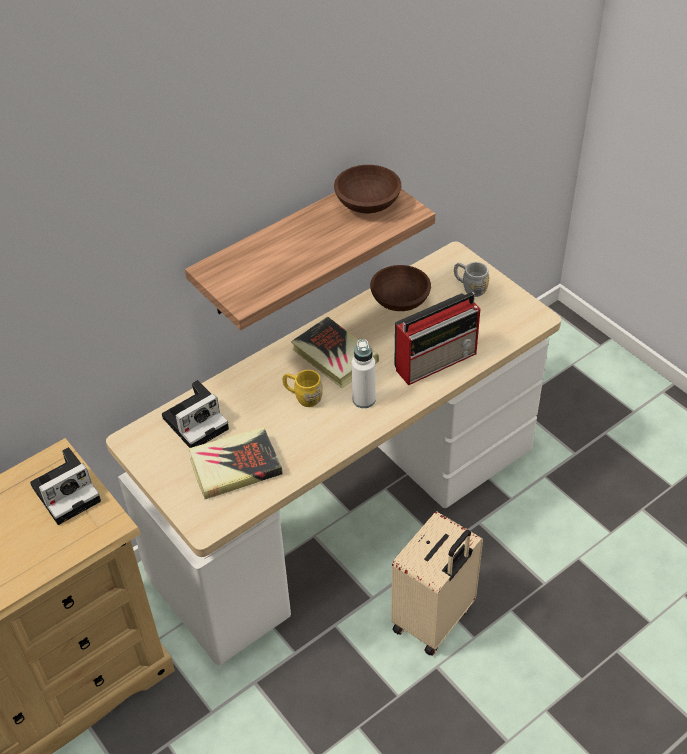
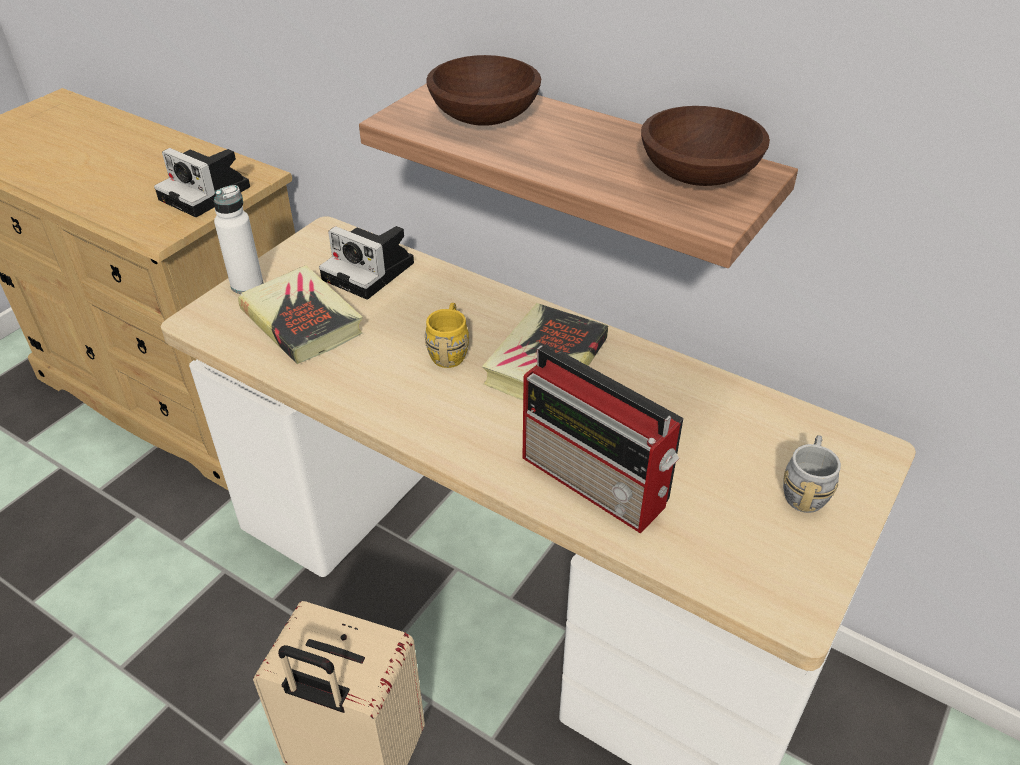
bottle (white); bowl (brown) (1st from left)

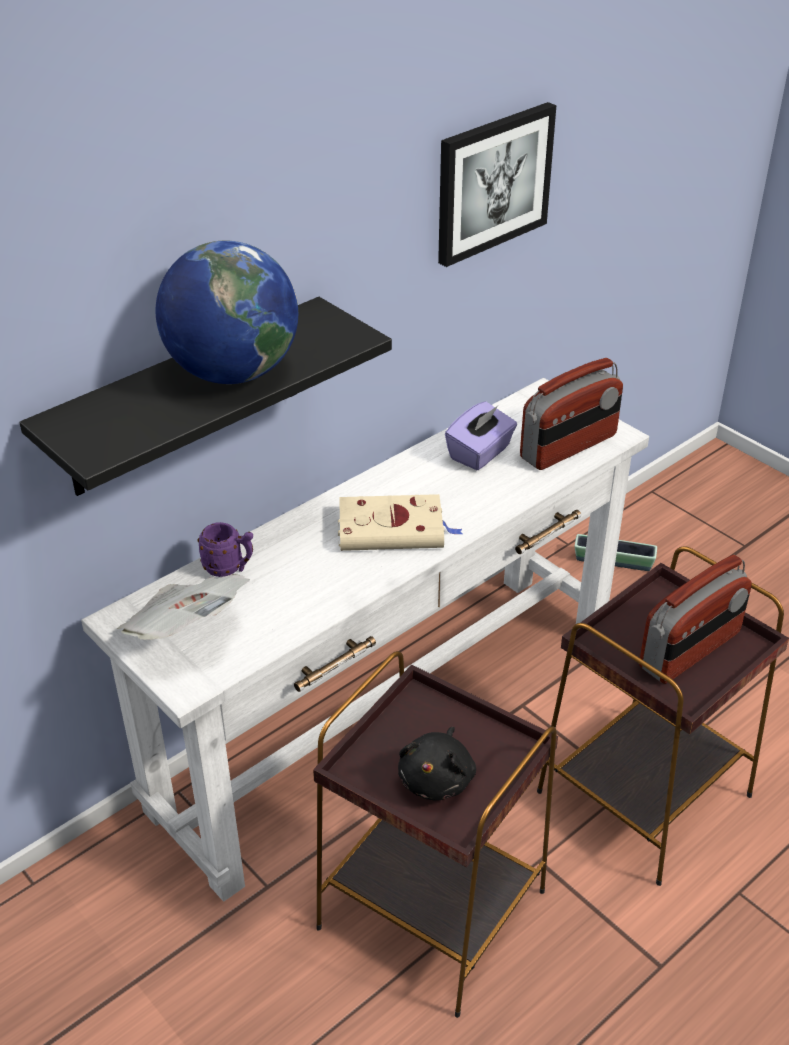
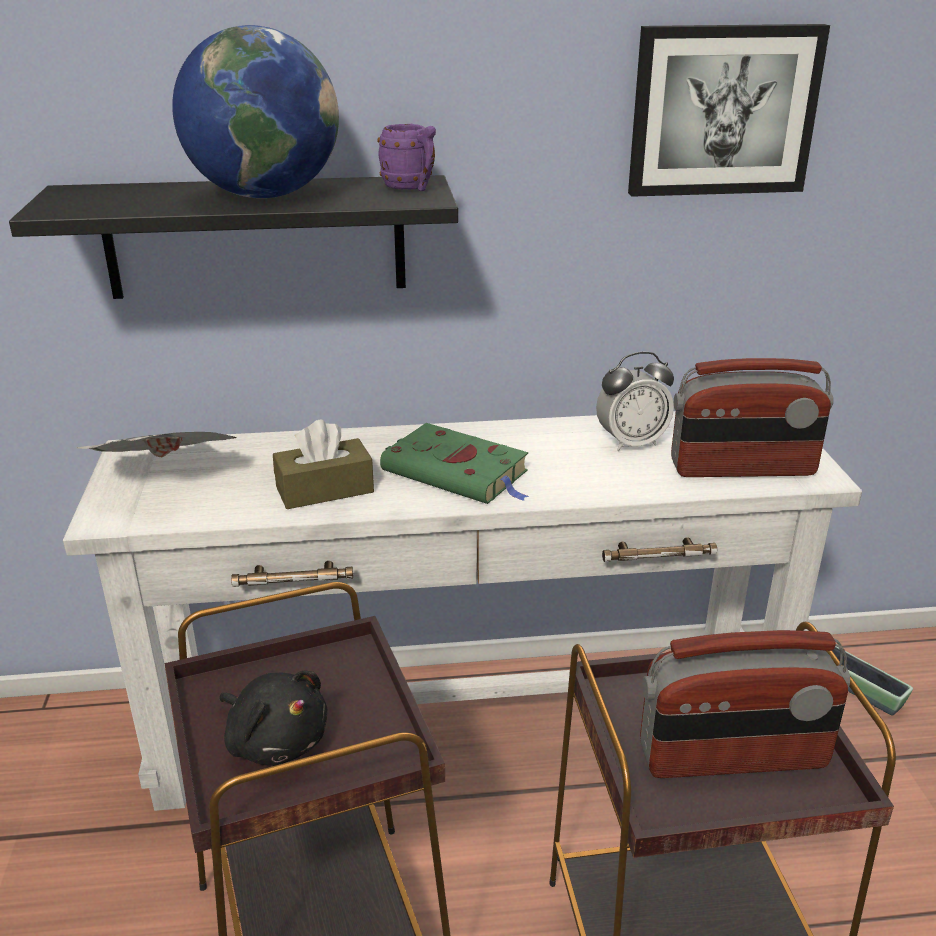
tissue box (brown); mug (purple); alarm clock; book (green); plush toy (black)

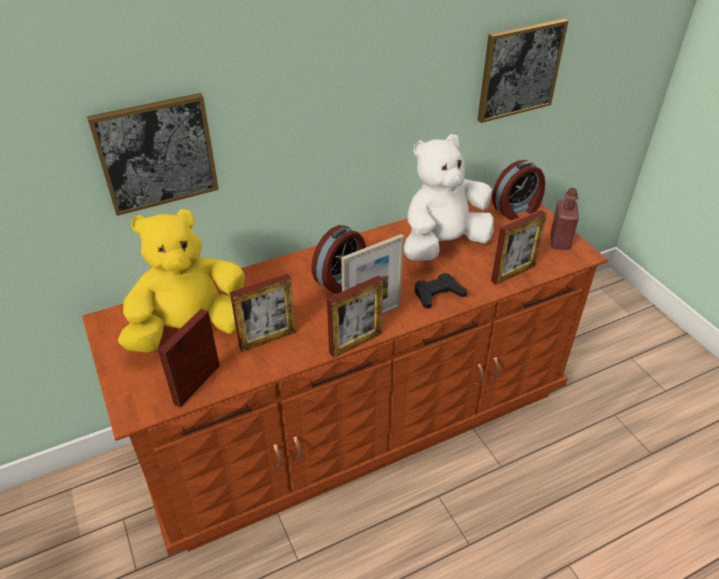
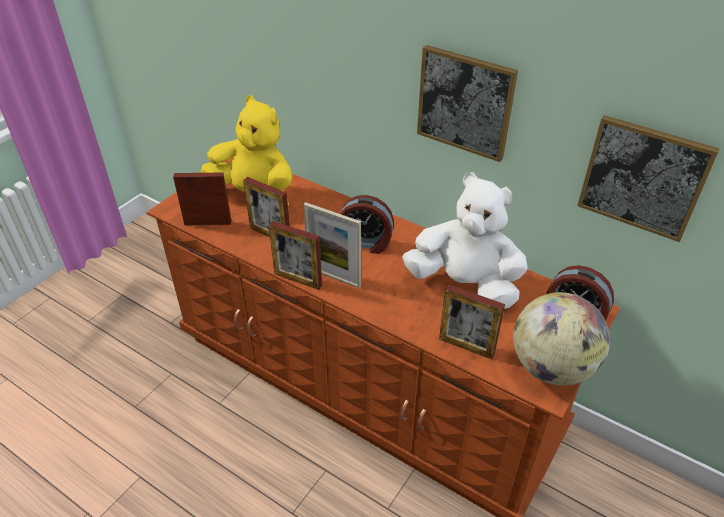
game controller (black); picture (1st from left); globe

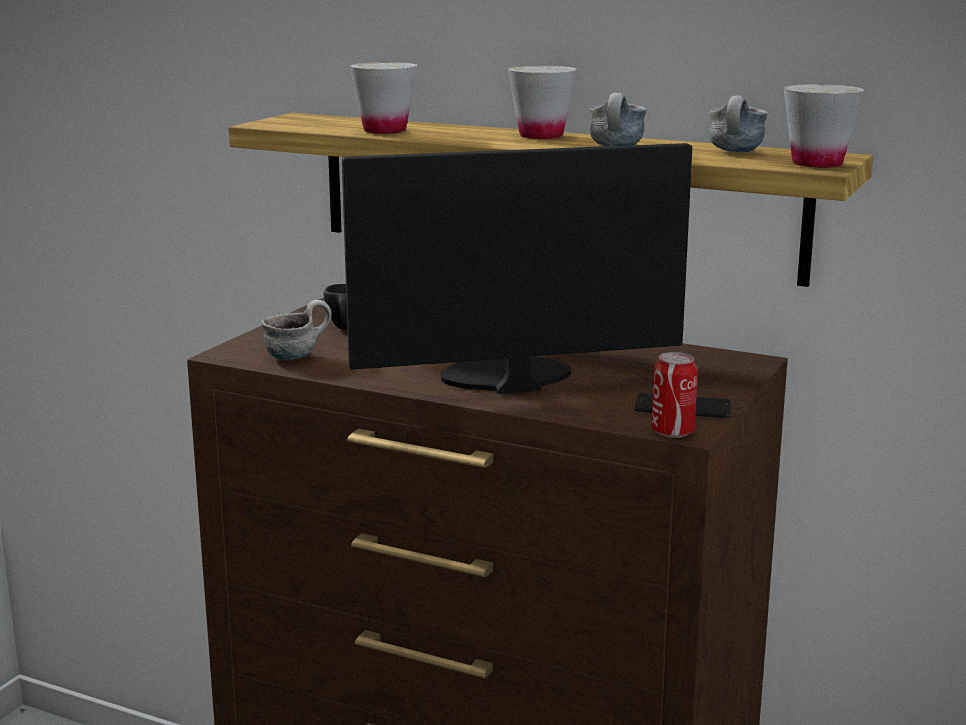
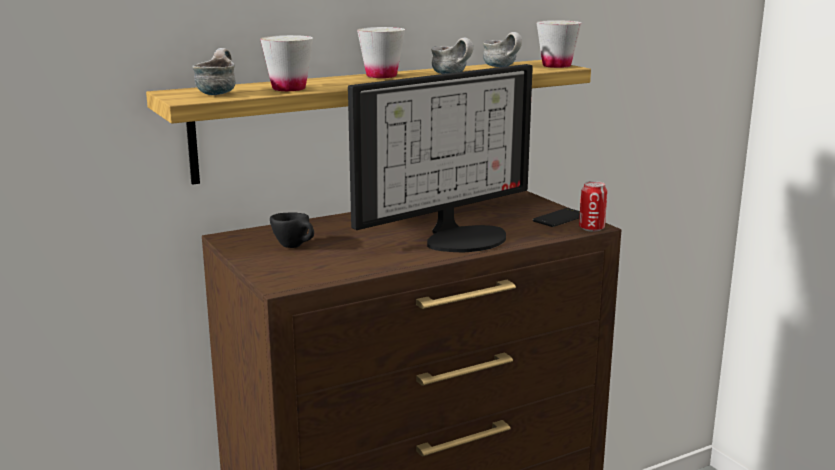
mug (1st from left); monitor

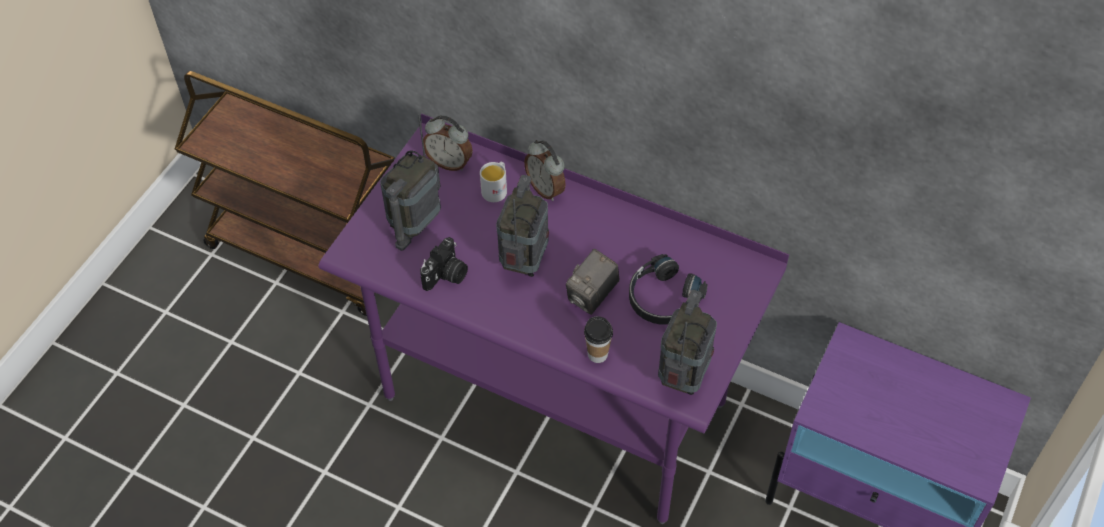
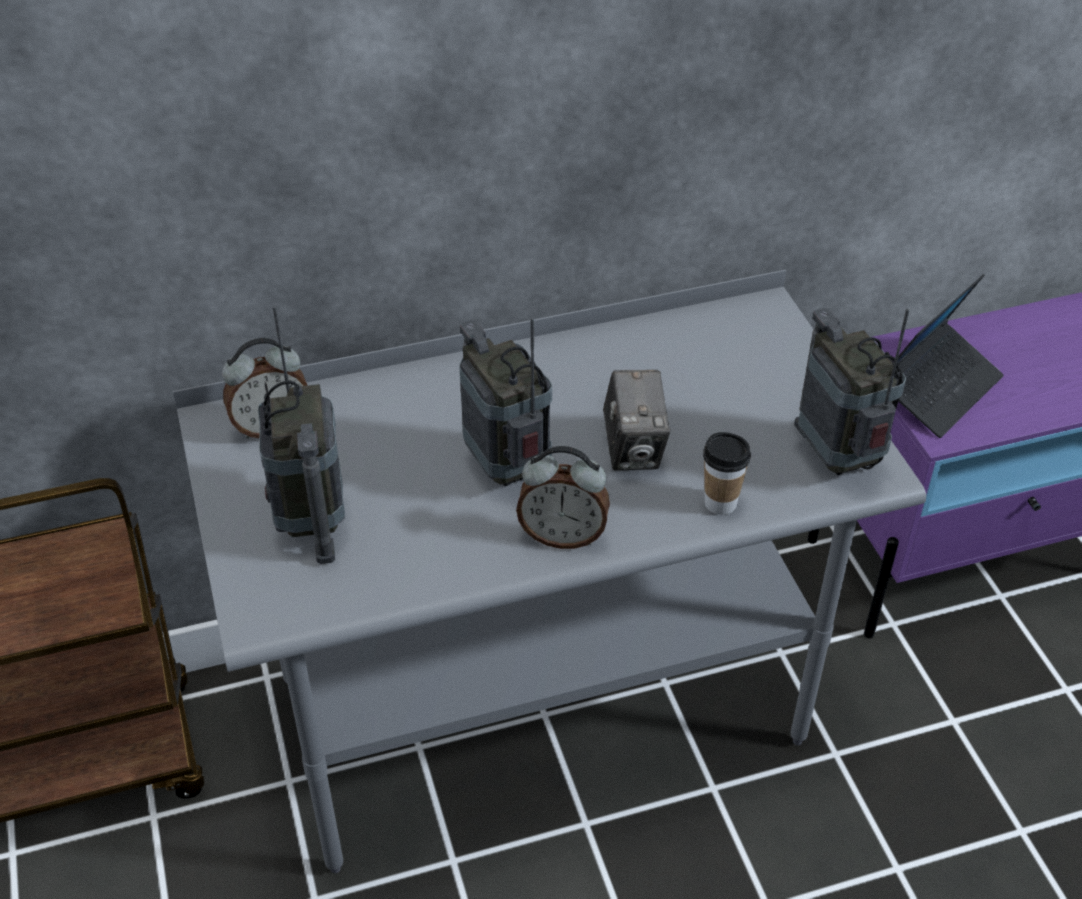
photo camera (1st from left in the first image); mug (white); headphones (black); laptop; alarm clock (2nd from left); desk (grey)

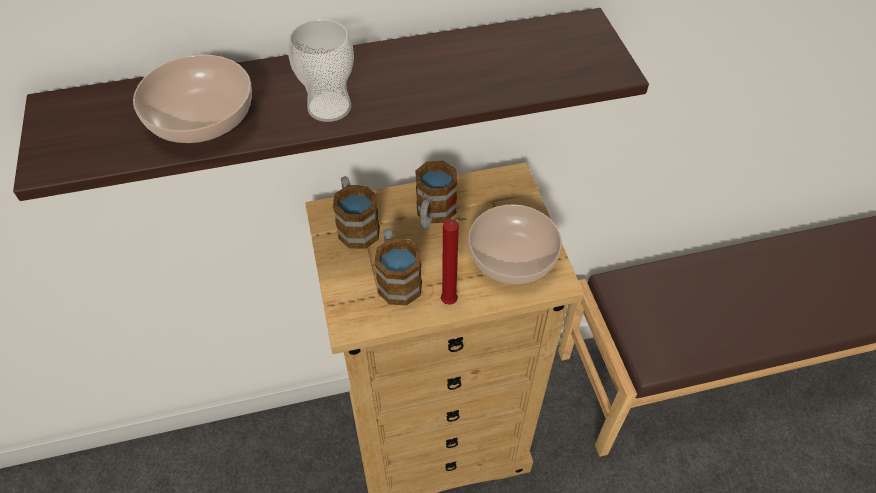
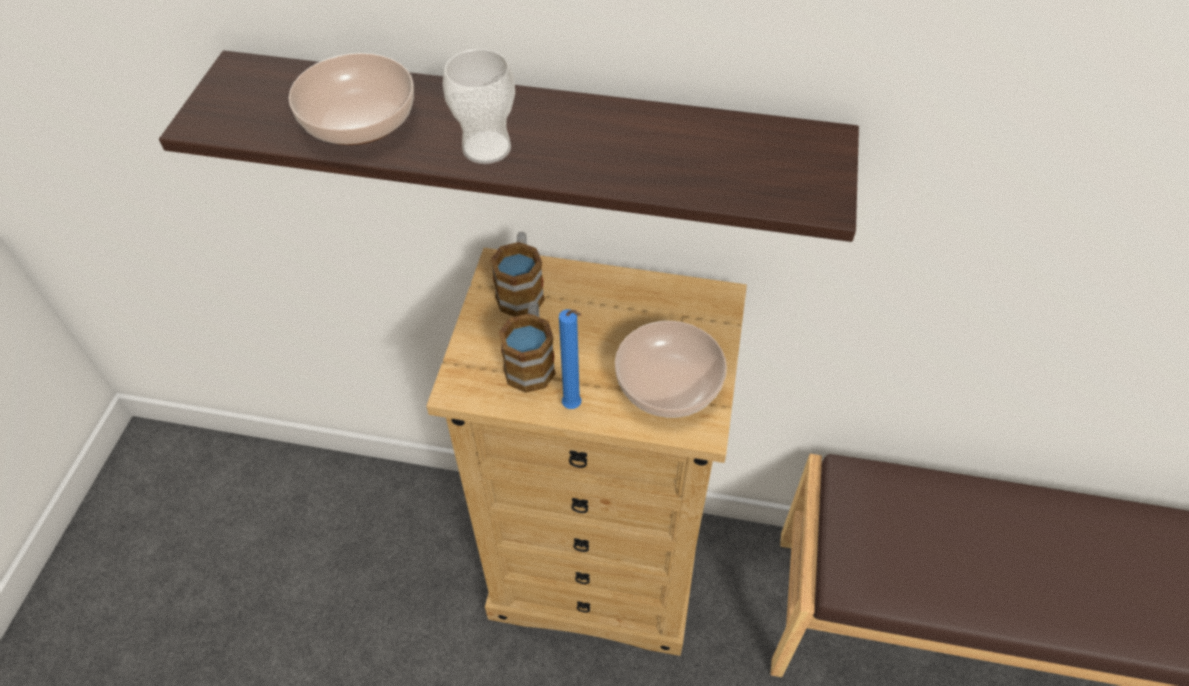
mug (3rd from left in the first image); candle (blue)

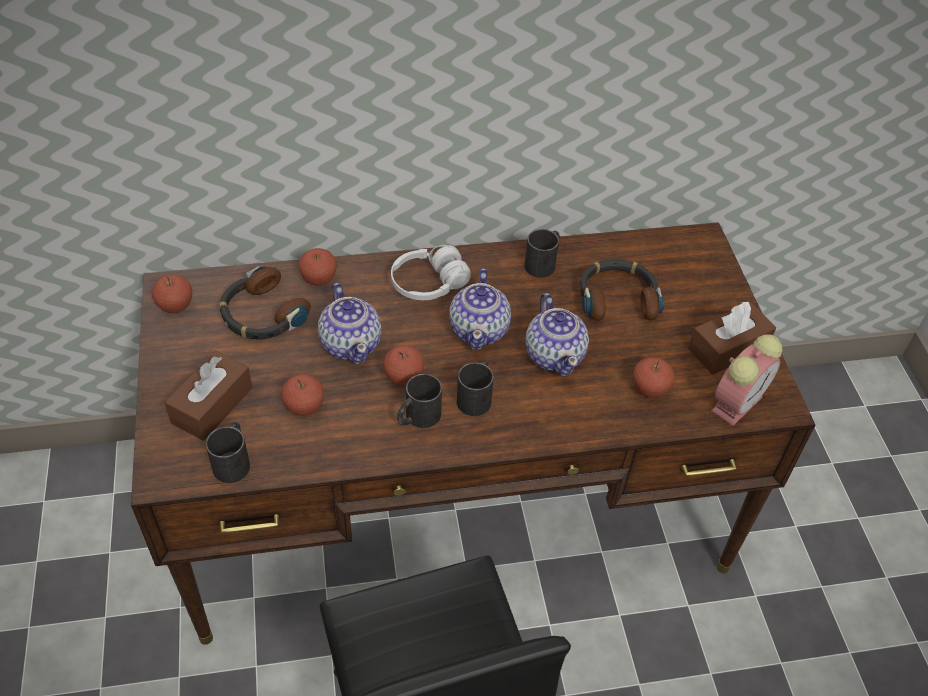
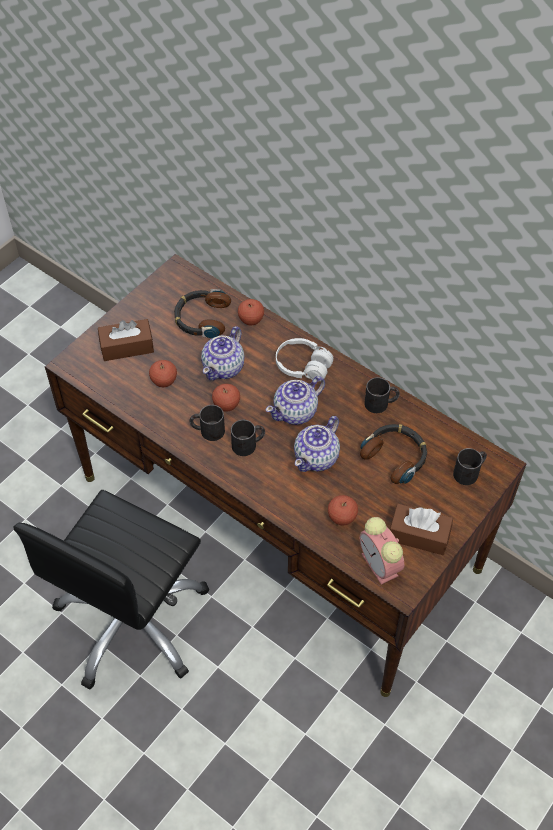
apple (1st from left in the first image); mug (black) (4th from left); alarm clock

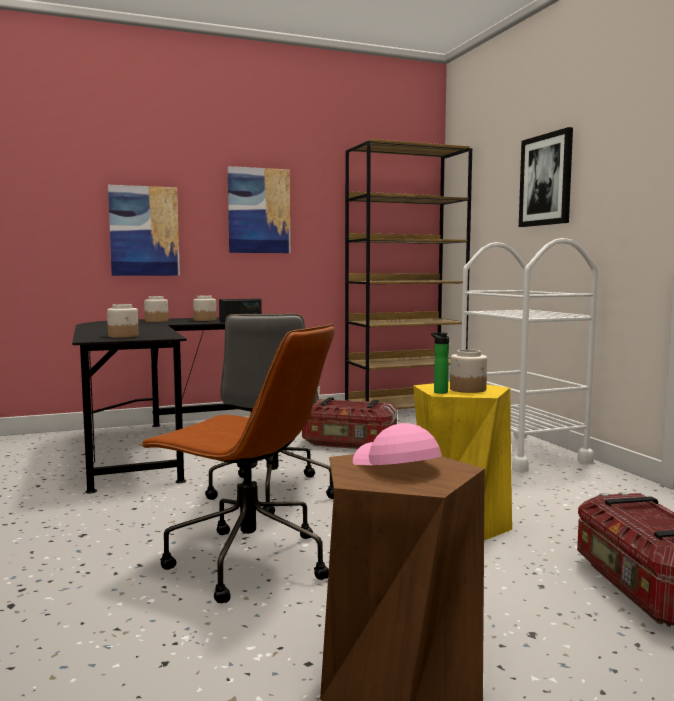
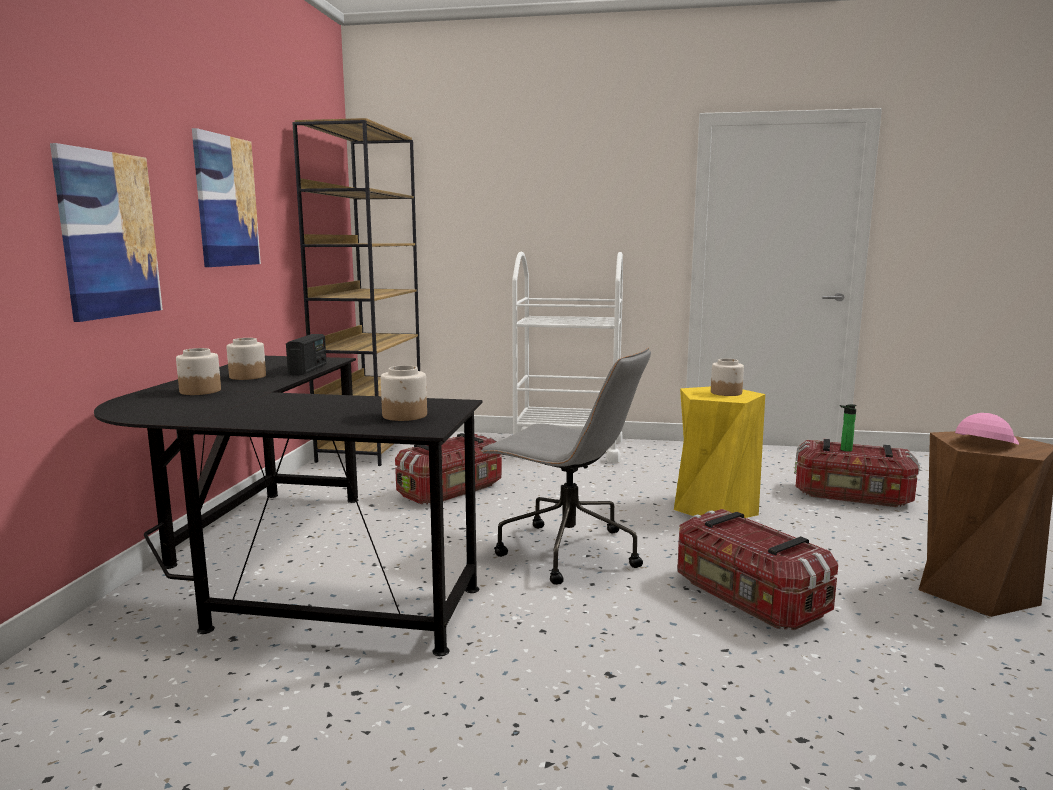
picture (3rd from left in the first image); bottle; storage box (2nd from left); cap (pink)

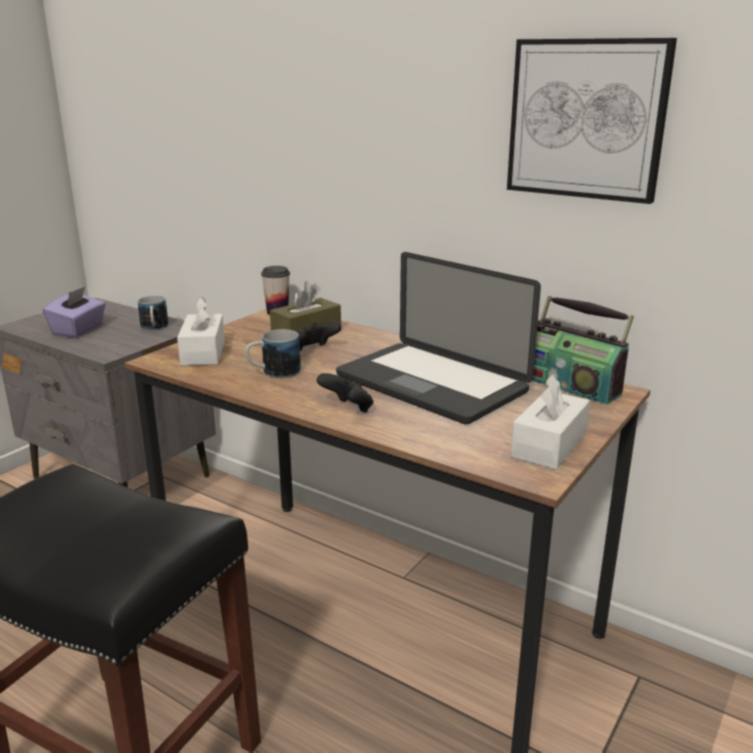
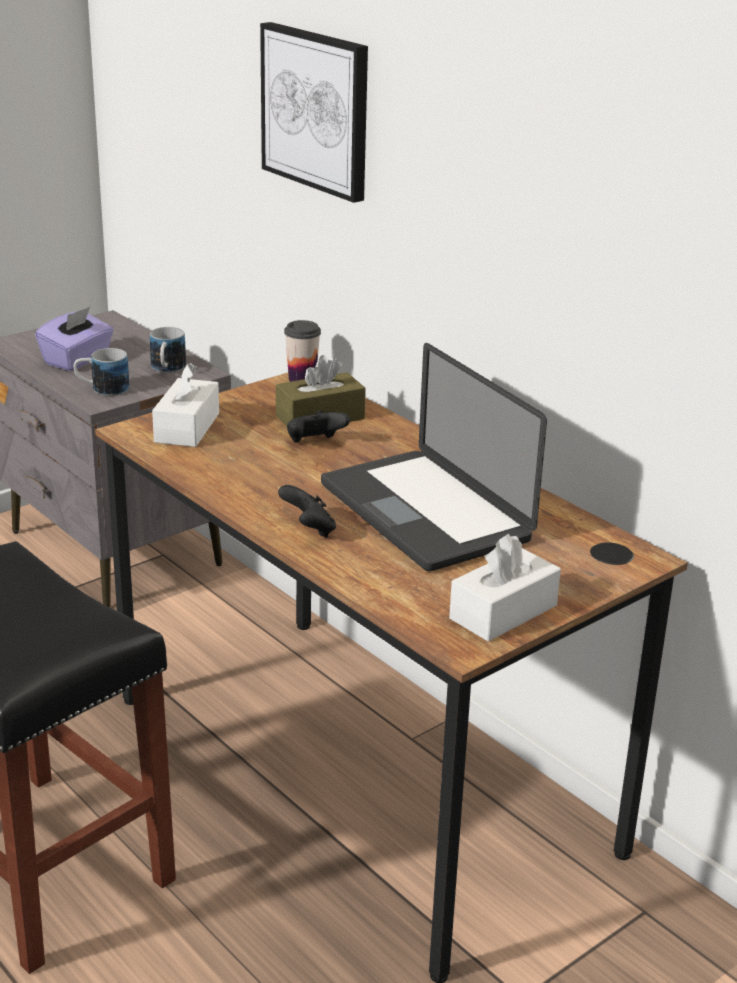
radio; mug (1st from left); picture

